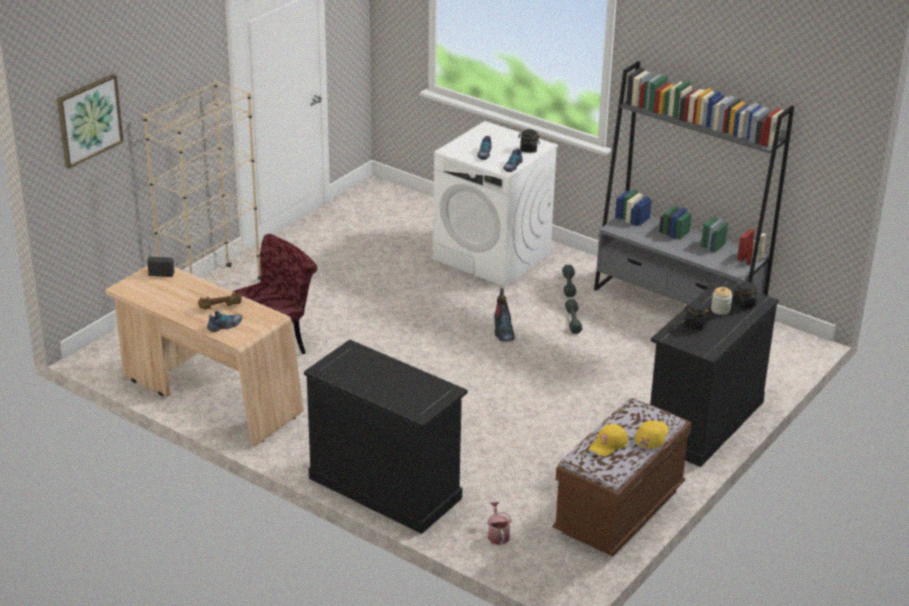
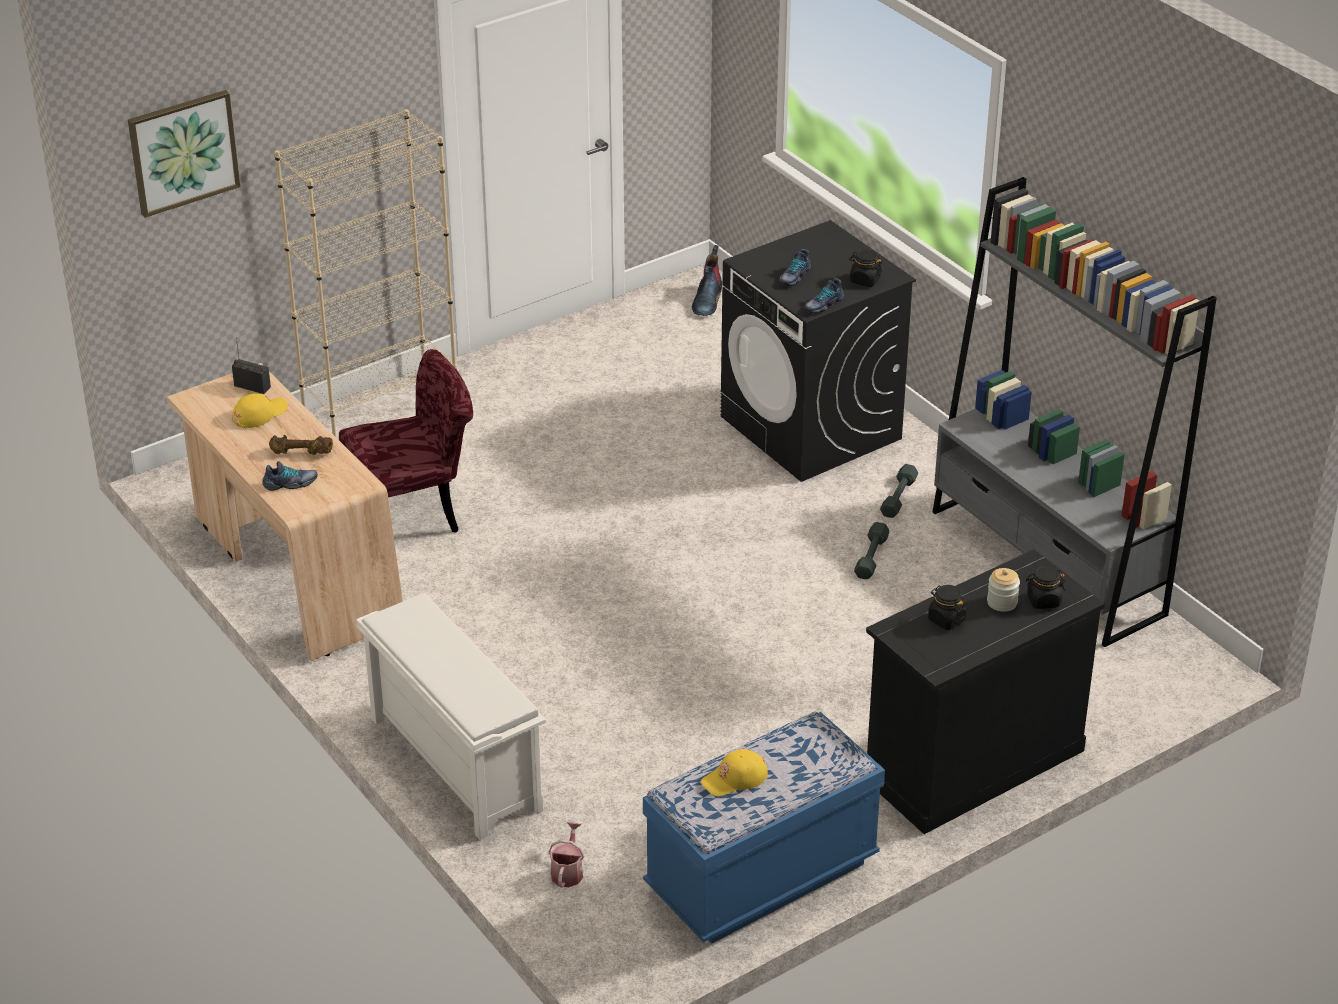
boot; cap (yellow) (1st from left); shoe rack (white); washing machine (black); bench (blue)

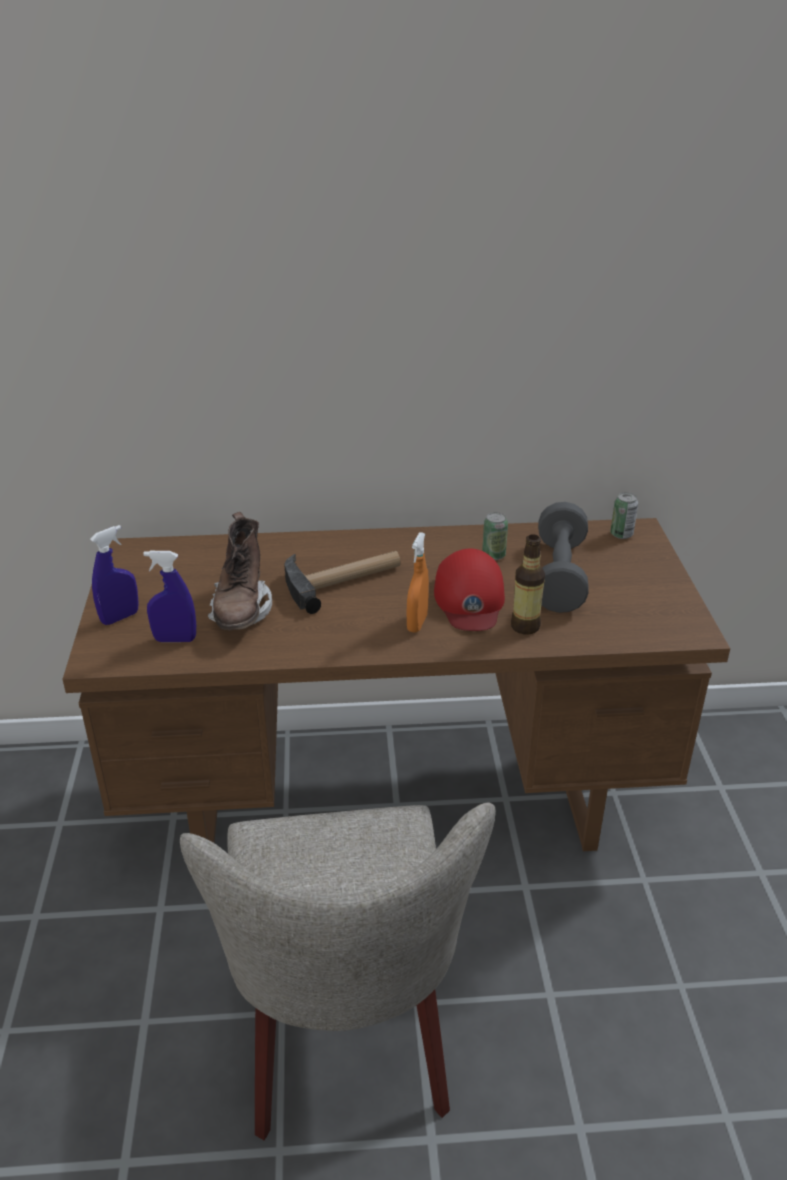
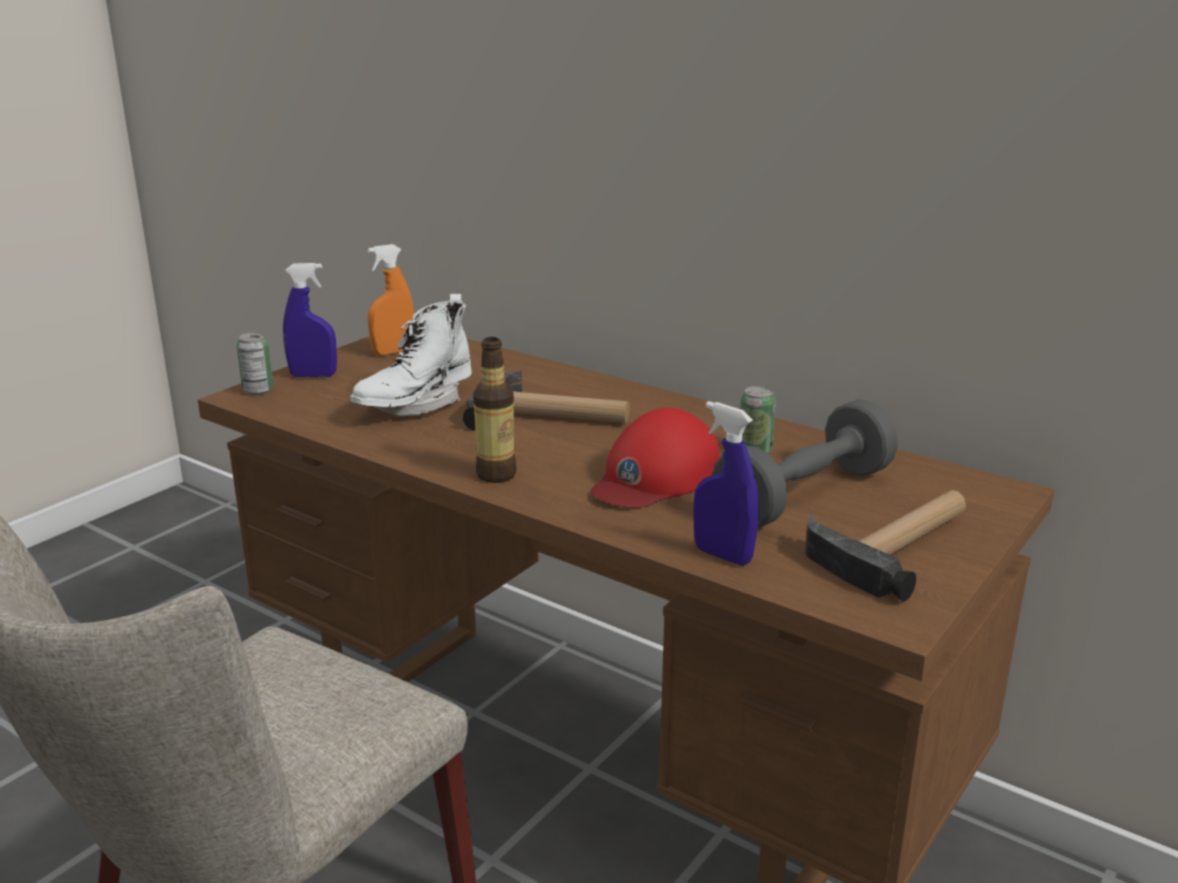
hammer (2nd from left); spray bottle (blue) (2nd from left); spray bottle (orange); bottle; can (1st from left); boot (white)

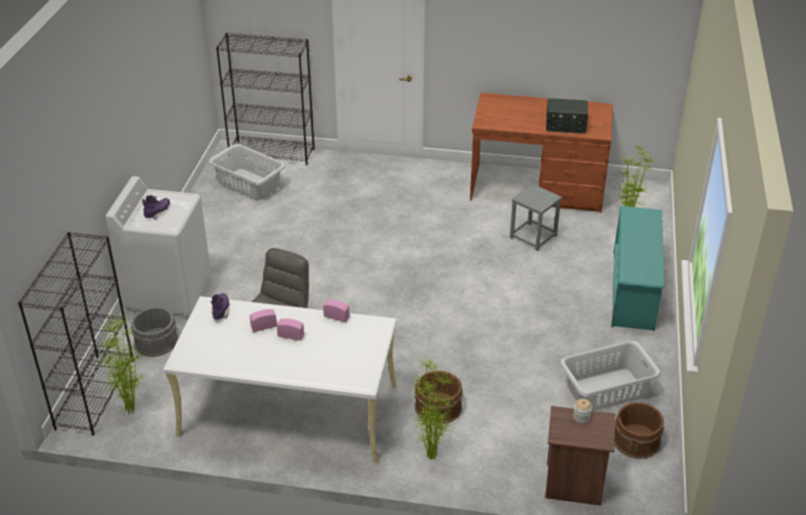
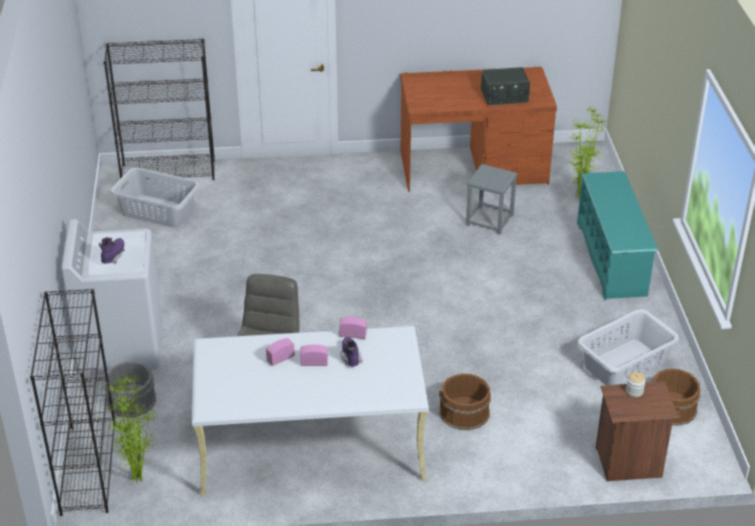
potted plant (2nd from left in the first image); boot (purple) (2nd from left)

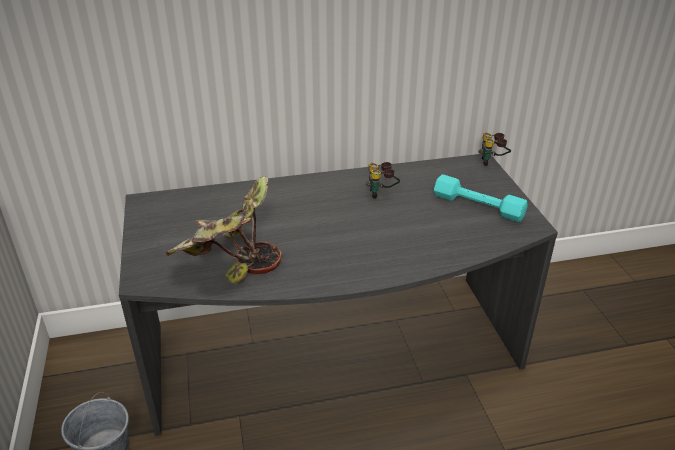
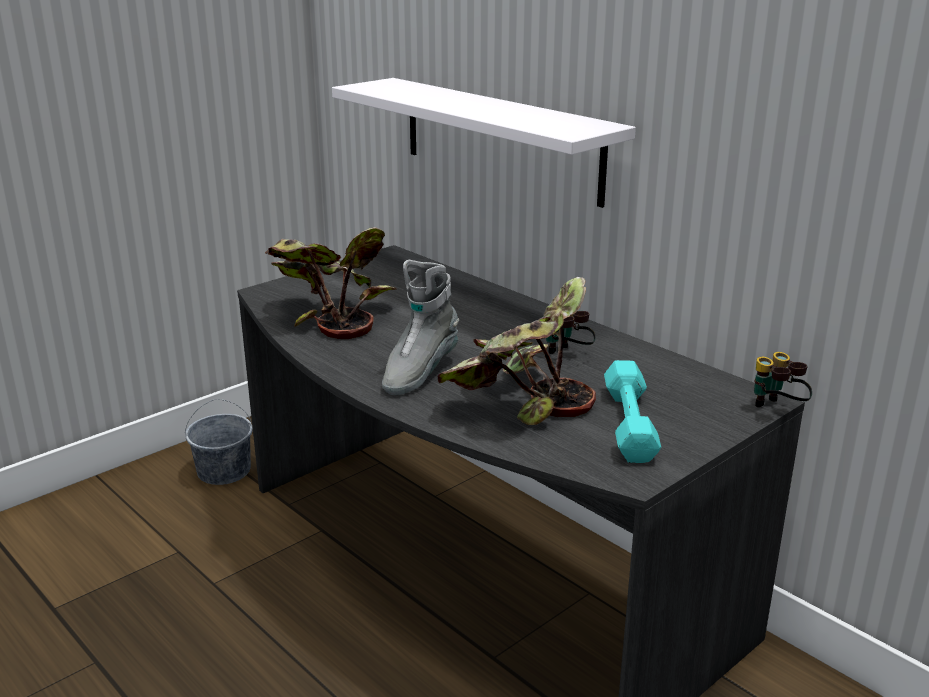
shelf (white); boot (grey); potted plant (2nd from left)

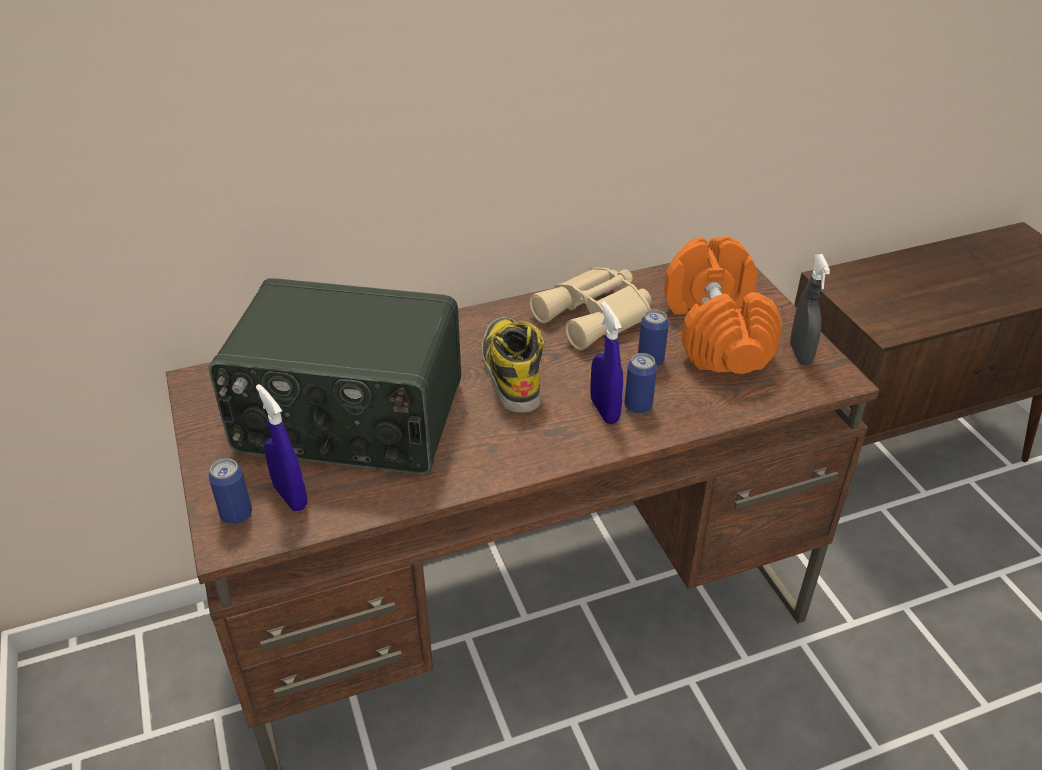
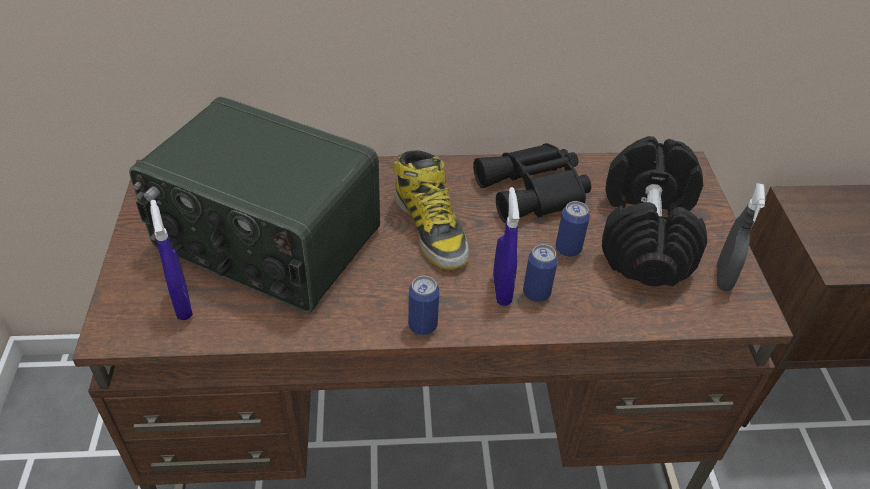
can (1st from left); binoculars (black); dumbbell (black); boot

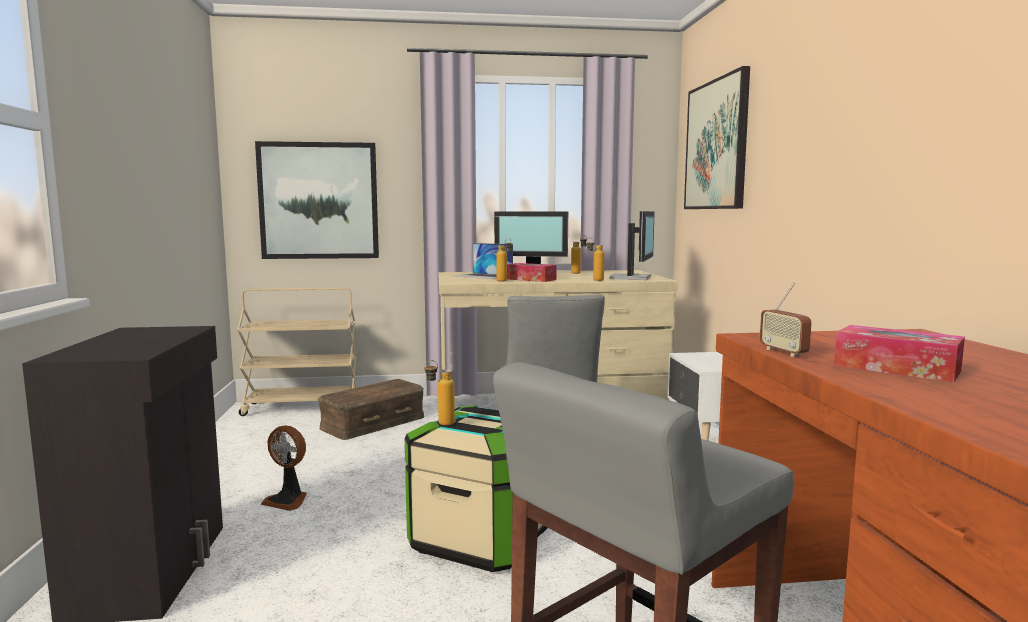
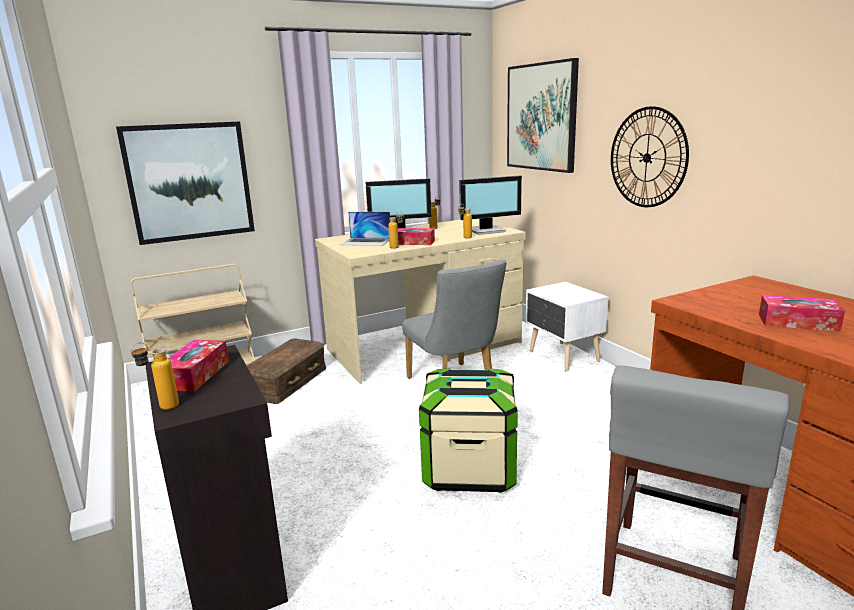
fan; radio; tissue box (1st from left); wall clock; bottle (1st from left); monitor (2nd from left)

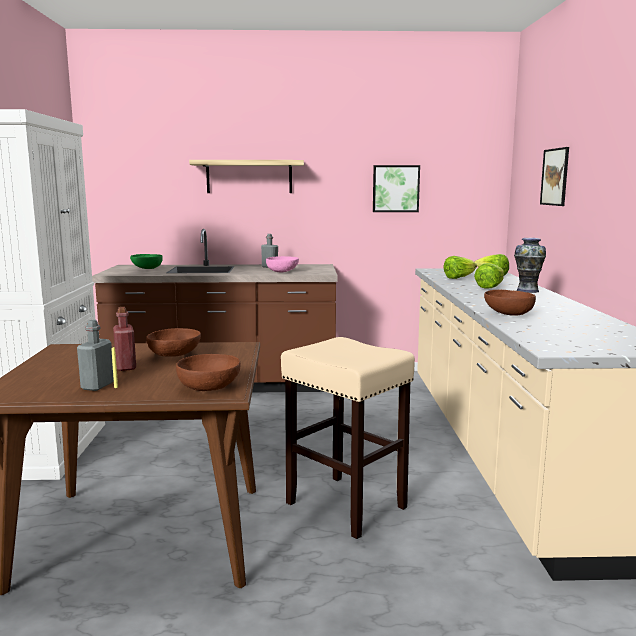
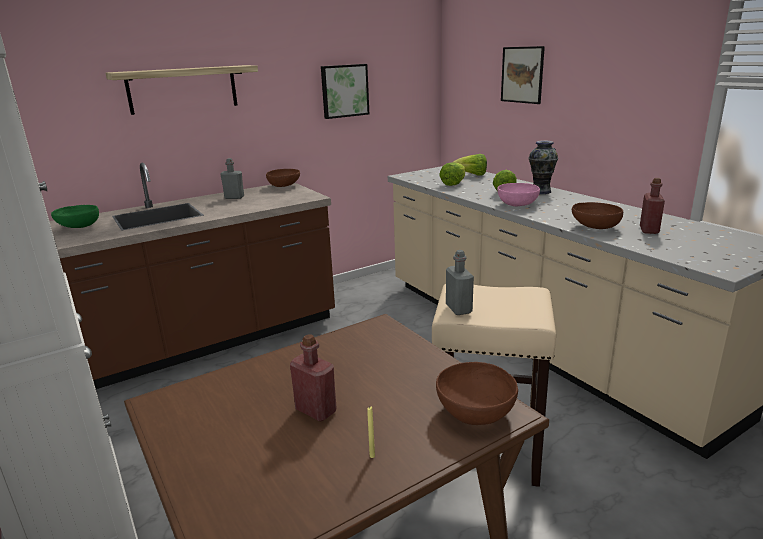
bottle (red) (2nd from left); bottle (grey) (2nd from left); bowl (brown) (1st from left); bowl (pink)

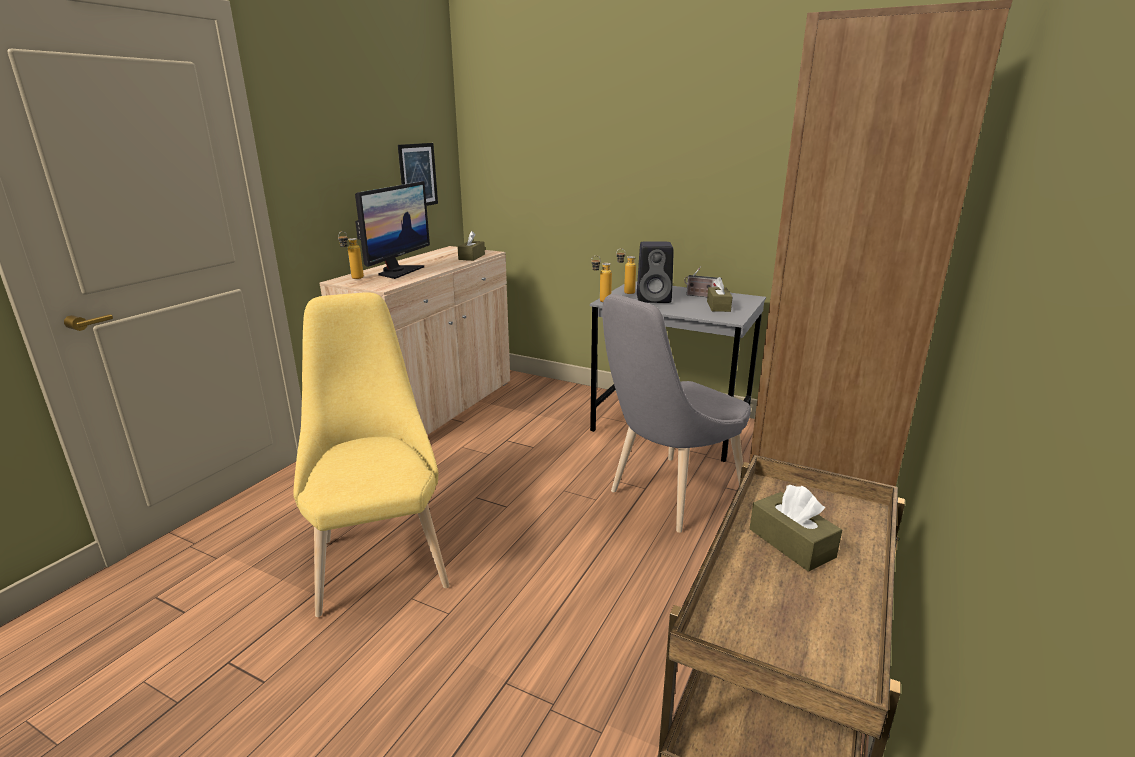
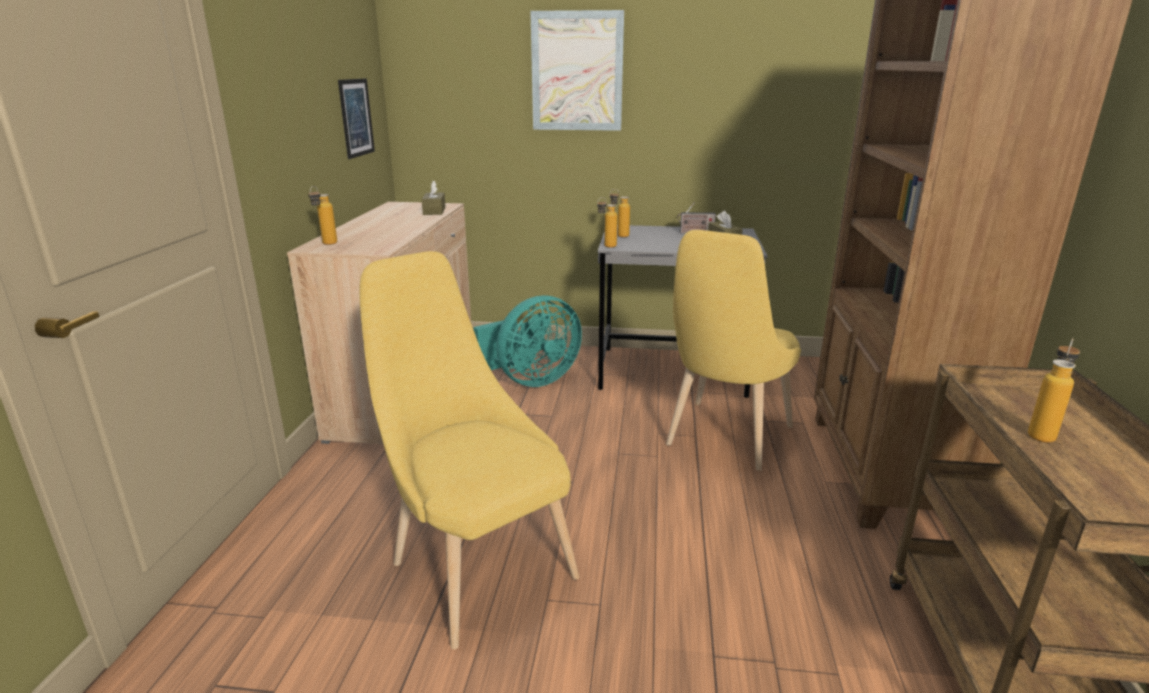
monitor; speaker (black); fan (turquoise); picture (2nd from left); bottle (4th from left); chair (yellow) (2nd from left)

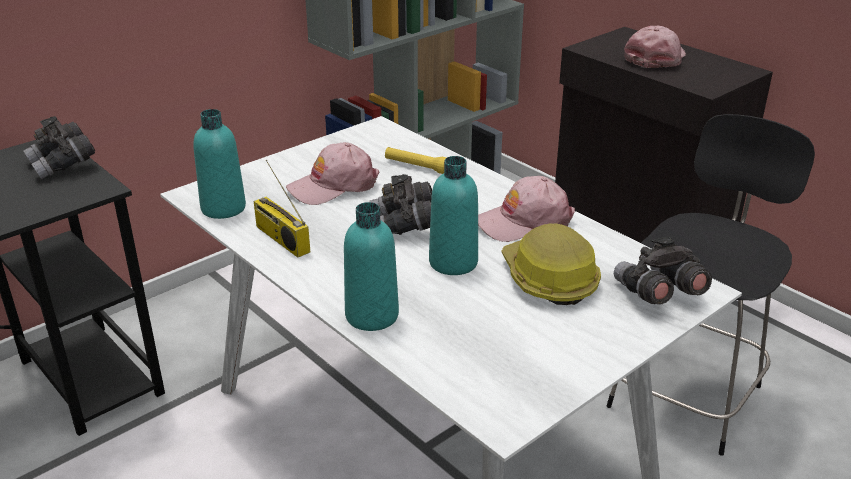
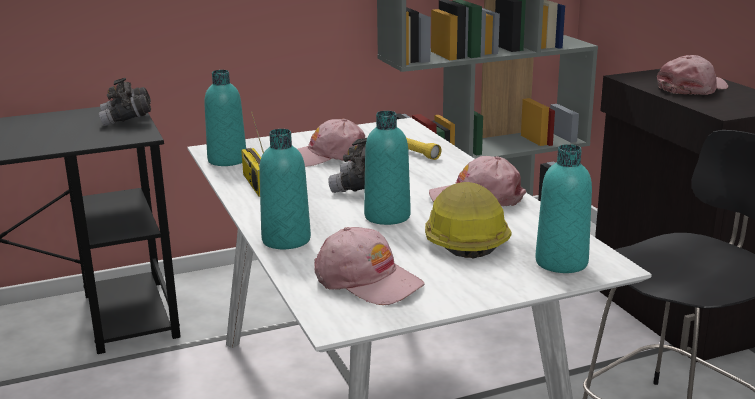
cap (pink) (2nd from left); bottle (turquoise) (4th from left)

